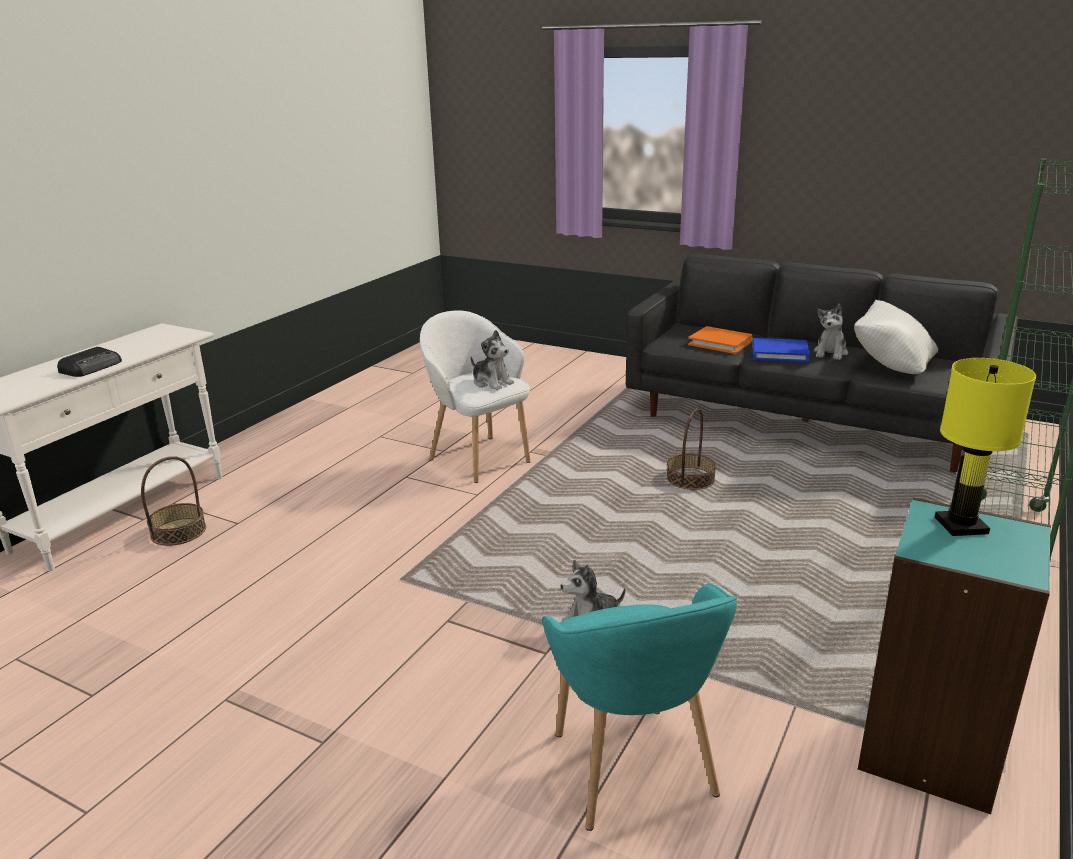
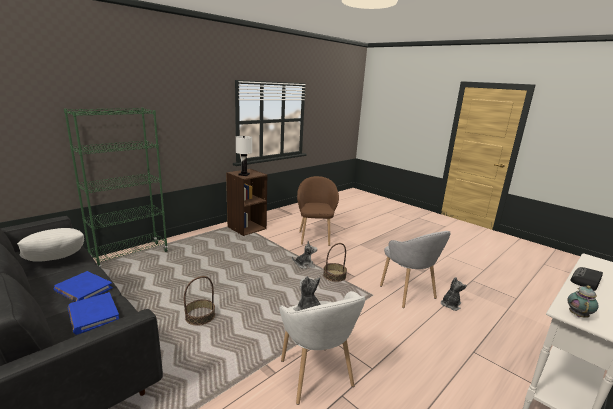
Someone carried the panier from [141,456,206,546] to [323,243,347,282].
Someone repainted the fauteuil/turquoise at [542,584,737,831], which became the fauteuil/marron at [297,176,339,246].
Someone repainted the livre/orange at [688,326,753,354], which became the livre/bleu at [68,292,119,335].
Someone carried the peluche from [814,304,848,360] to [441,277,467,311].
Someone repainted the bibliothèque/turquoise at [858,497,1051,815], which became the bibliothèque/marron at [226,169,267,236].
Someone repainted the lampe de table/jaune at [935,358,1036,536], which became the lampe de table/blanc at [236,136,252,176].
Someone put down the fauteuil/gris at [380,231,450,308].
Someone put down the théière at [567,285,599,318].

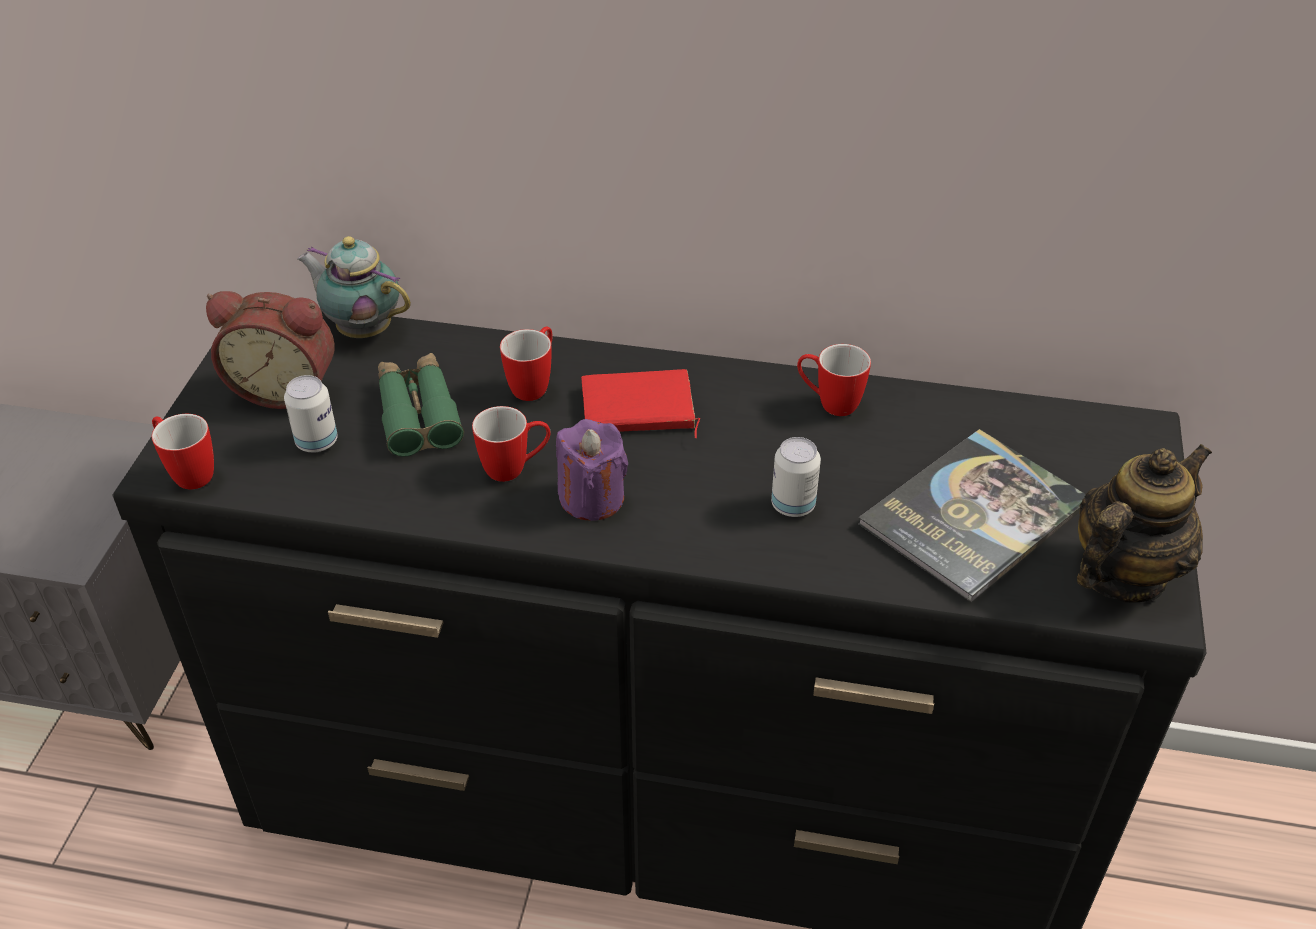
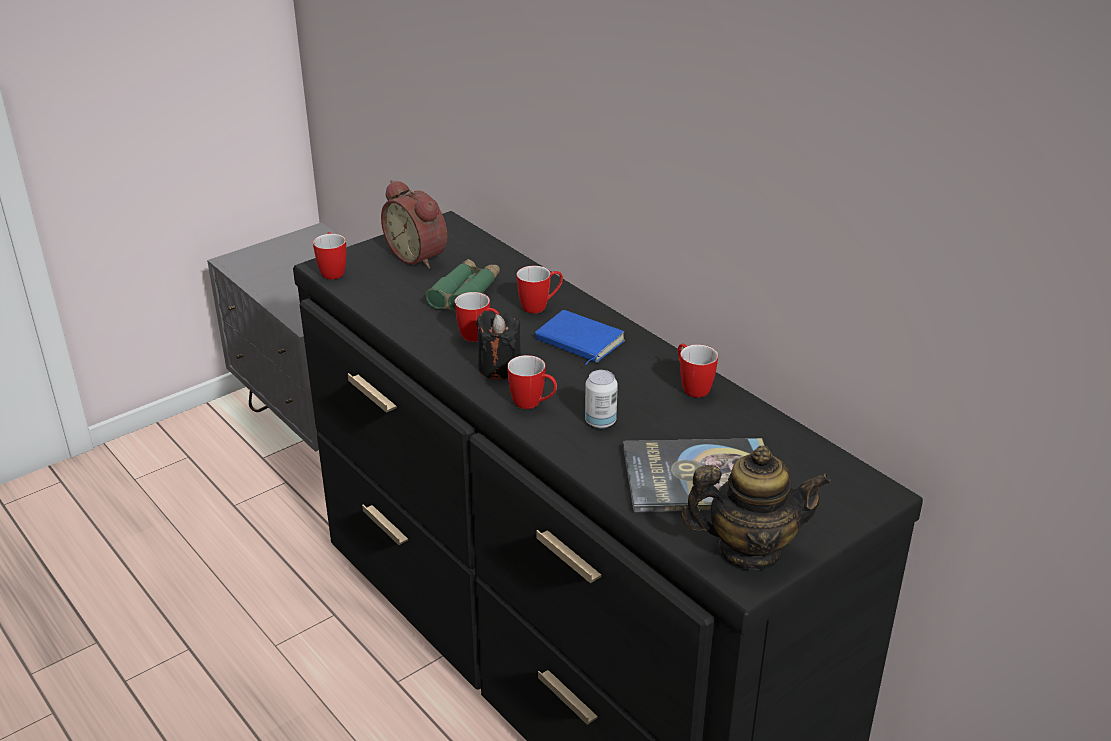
Someone took away the boîte métallique at [284,375,338,452].
Someone took away the théière at [297,236,411,338].
Someone repainted the bougie/violet at [556,419,628,521], which became the bougie/noir at [476,311,521,380].
Someone repainted the livre/rouge at [581,369,700,438], which became the livre/bleu at [535,310,625,365].
Someone put down the mug at [507,355,557,409].

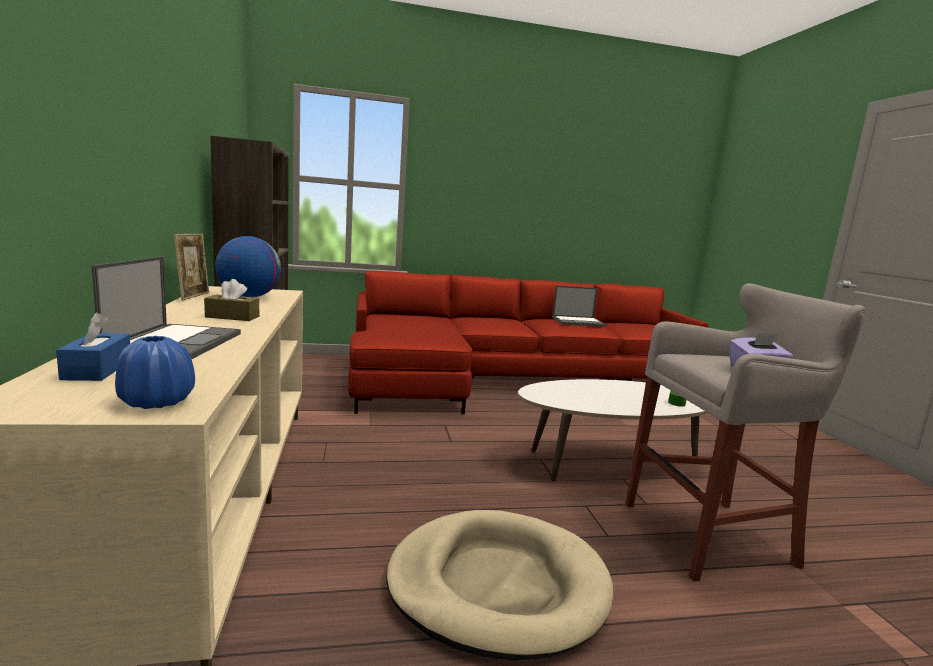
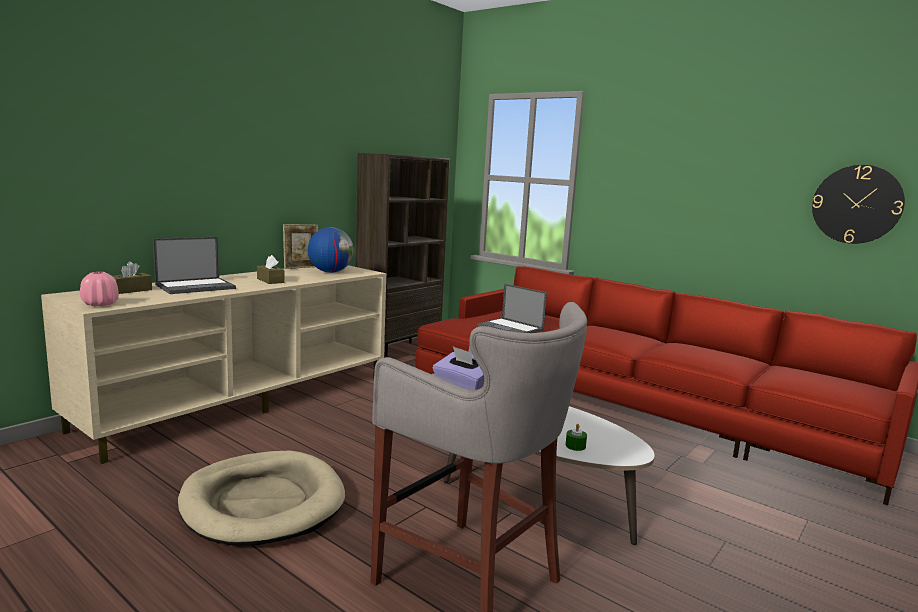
Someone repainted the boîte à mouchoirs/bleu at [56,313,130,381], which became the boîte à mouchoirs/marron at [113,261,152,294].
Someone repainted the vase/bleu at [115,336,195,409], which became the vase/rose at [80,272,119,306].
Someone carried the ordinateur portable from [552,285,606,327] to [477,284,547,333].
Someone put up the horloge murale at [812,165,905,244].

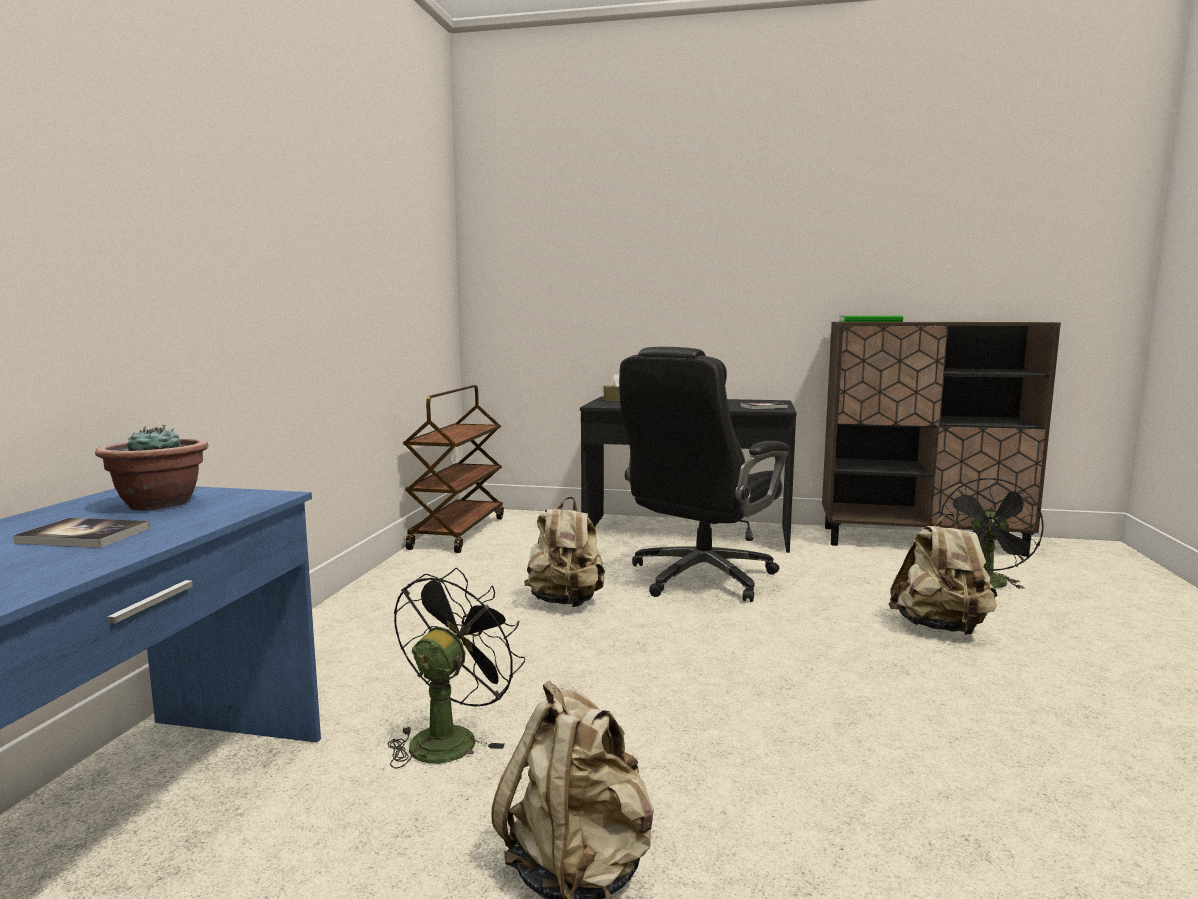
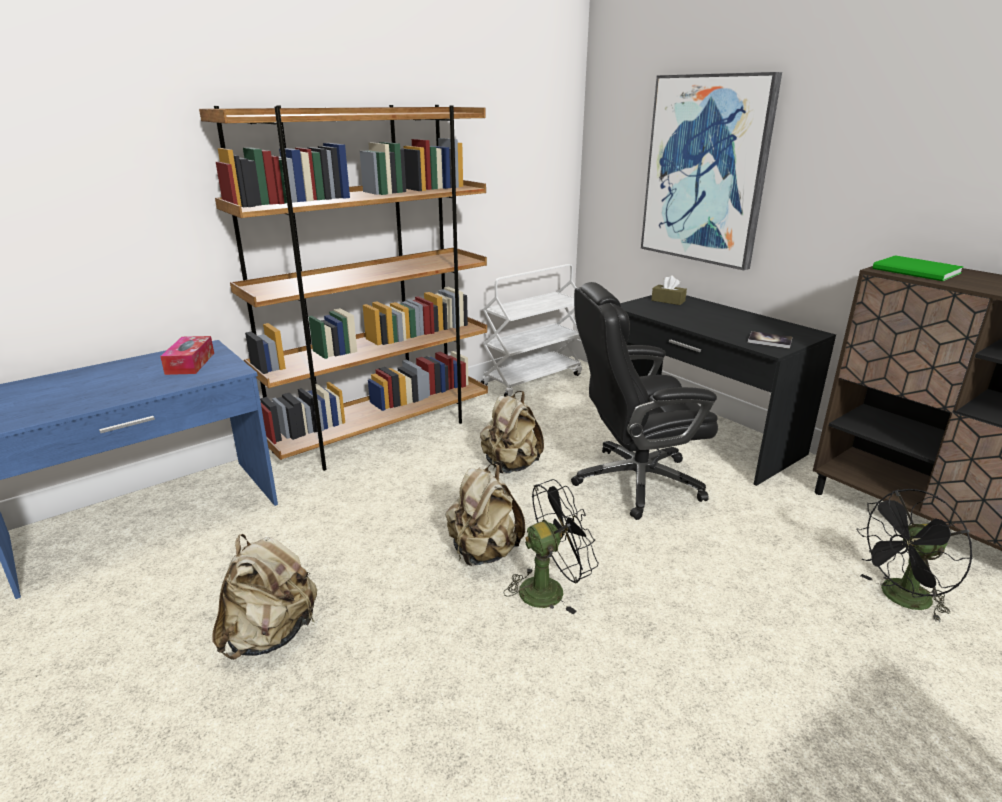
Someone took away the livre at [13,518,150,548].
Someone swapped the plante en pot at [95,425,208,511] for the boîte à mouchoirs at [160,336,214,375].
Someone carried the ventilateur/noir from [388,567,525,769] to [504,479,598,614].
Someone repainted the chariot/marron at [403,385,504,553], which became the chariot/blanc at [481,264,582,396].
Someone carried the sac à dos/beige from [888,513,998,635] to [445,464,525,566].
Someone put down the bibliothèque/marron at [199,105,488,471].
Someone put up the tableau at [641,72,782,270].

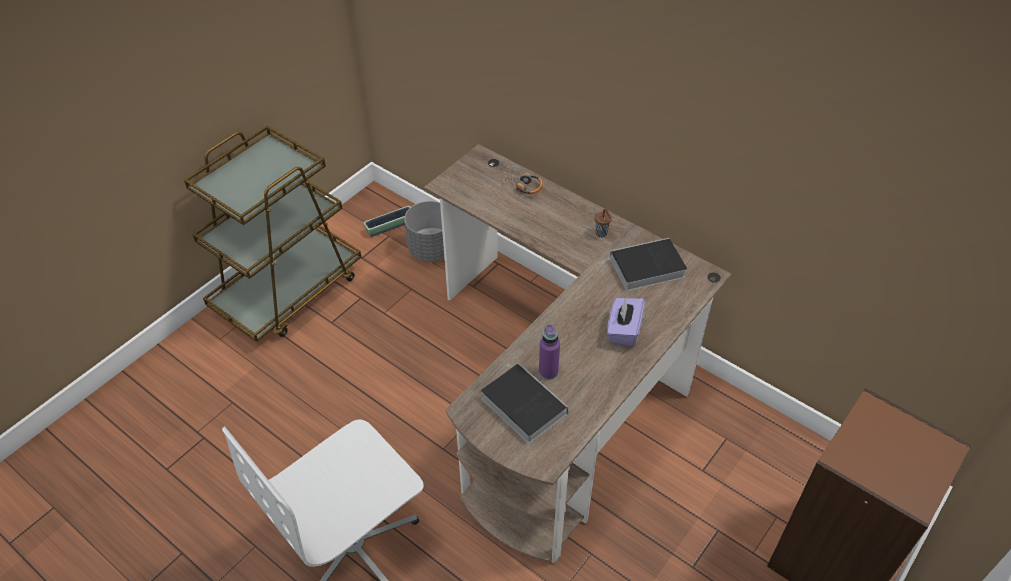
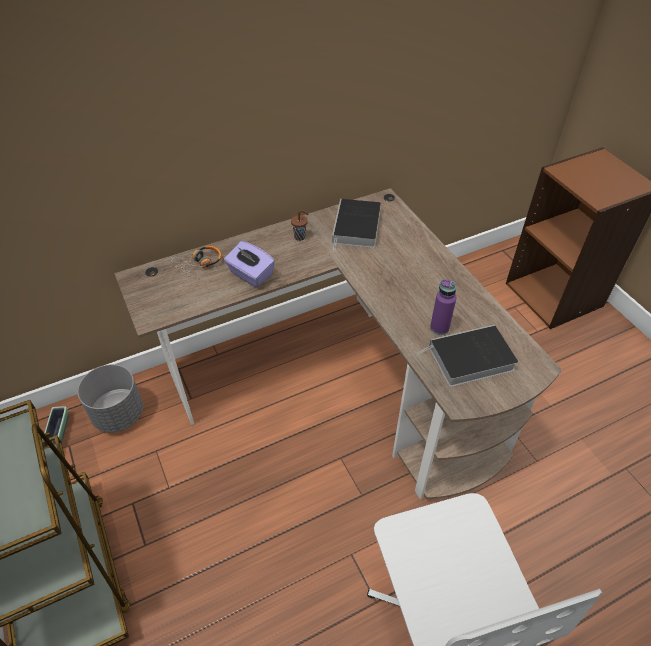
Someone carried the boîte à mouchoirs/violet from [607,298,645,347] to [224,241,275,287].

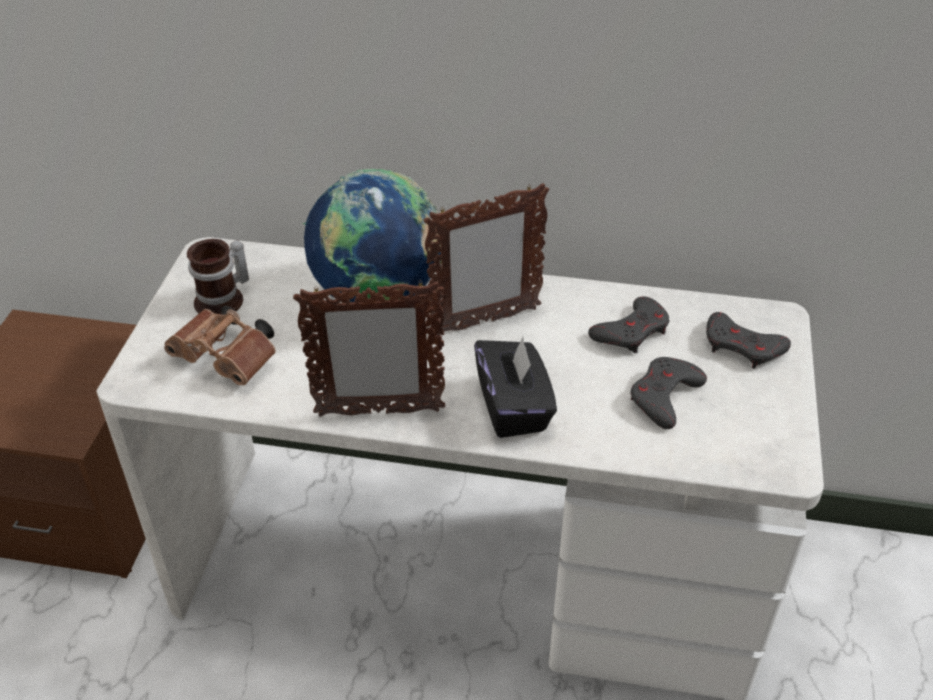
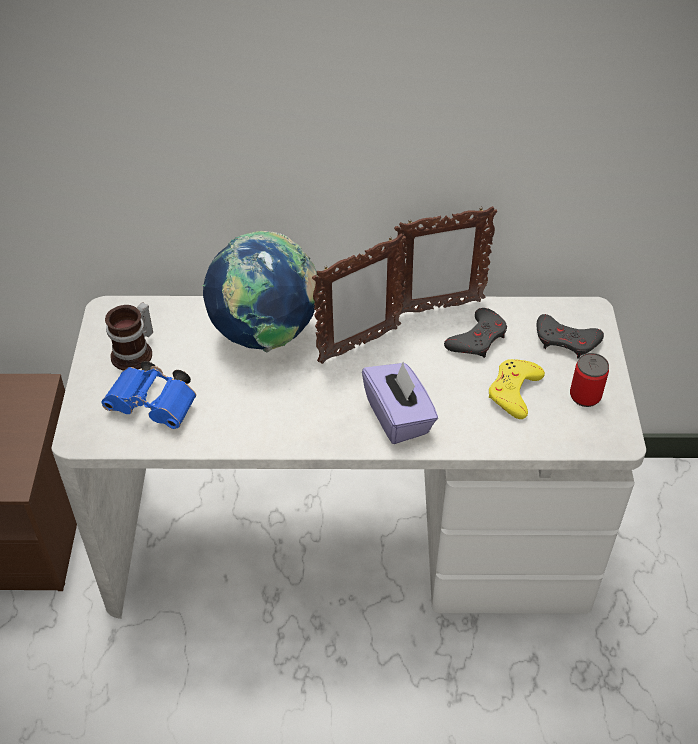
Someone repainted the jumelles/marron at [164,305,276,385], which became the jumelles/bleu at [102,361,196,429].
Someone carried the cadre photo from [293,280,445,417] to [394,206,497,314].
Someone repainted the boîte à mouchoirs/noir at [474,337,557,438], which became the boîte à mouchoirs/violet at [362,362,438,444].
Someone repainted the manette/gris at [631,357,707,429], which became the manette/jaune at [489,359,545,419].
Someone put down the boîte métallique at [570,353,609,407].

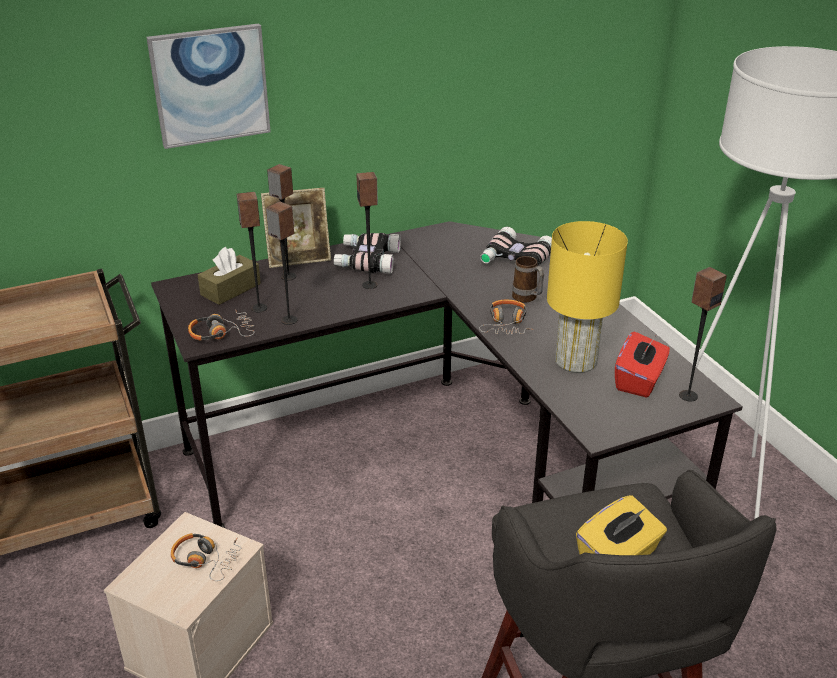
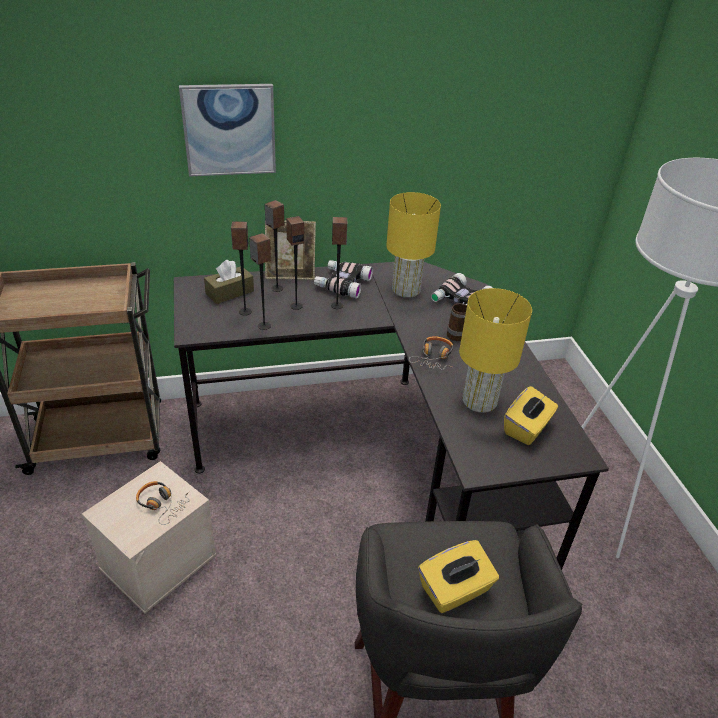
Someone took away the casque audio at [188,309,255,340].
Someone repainted the boîte à mouchoirs/rouge at [615,331,670,398], which became the boîte à mouchoirs/jaune at [504,386,558,445].
Someone carried the enceinte from [679,267,727,402] to [286,216,304,310].
Someone put down the lampe de table/jaune at [386,192,441,298].

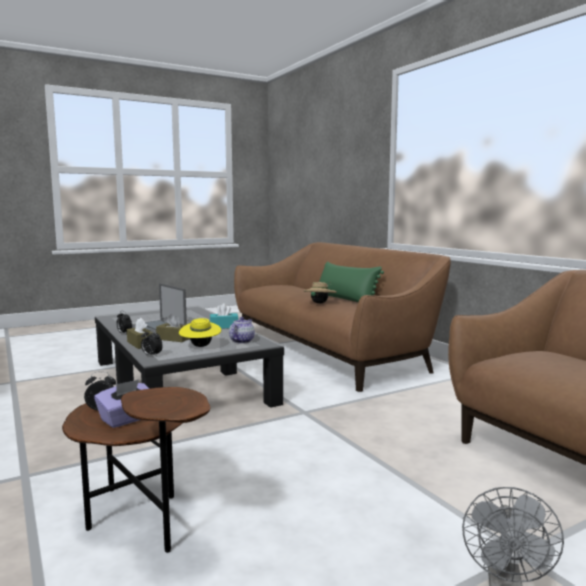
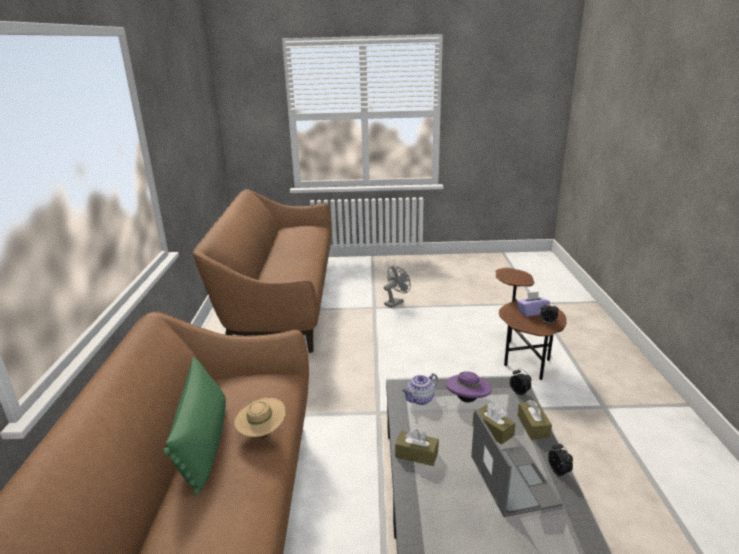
Someone repainted the chapeau/jaune at [179,318,221,347], which became the chapeau/violet at [446,371,492,402].
Someone repainted the boîte à mouchoirs/turquoise at [210,303,239,329], which became the boîte à mouchoirs/marron at [395,429,439,466].

